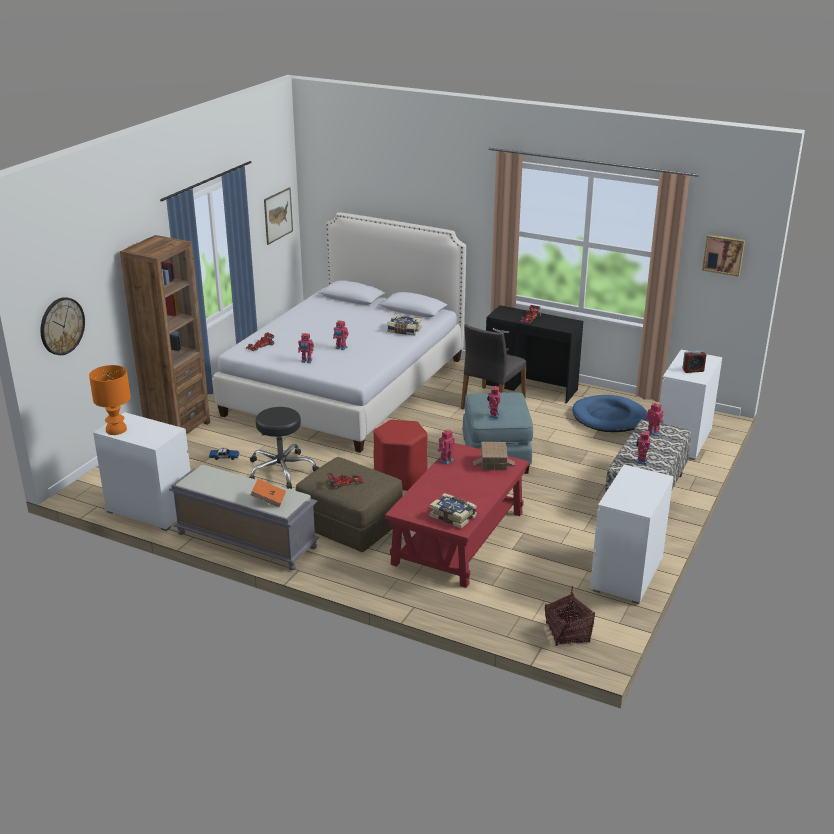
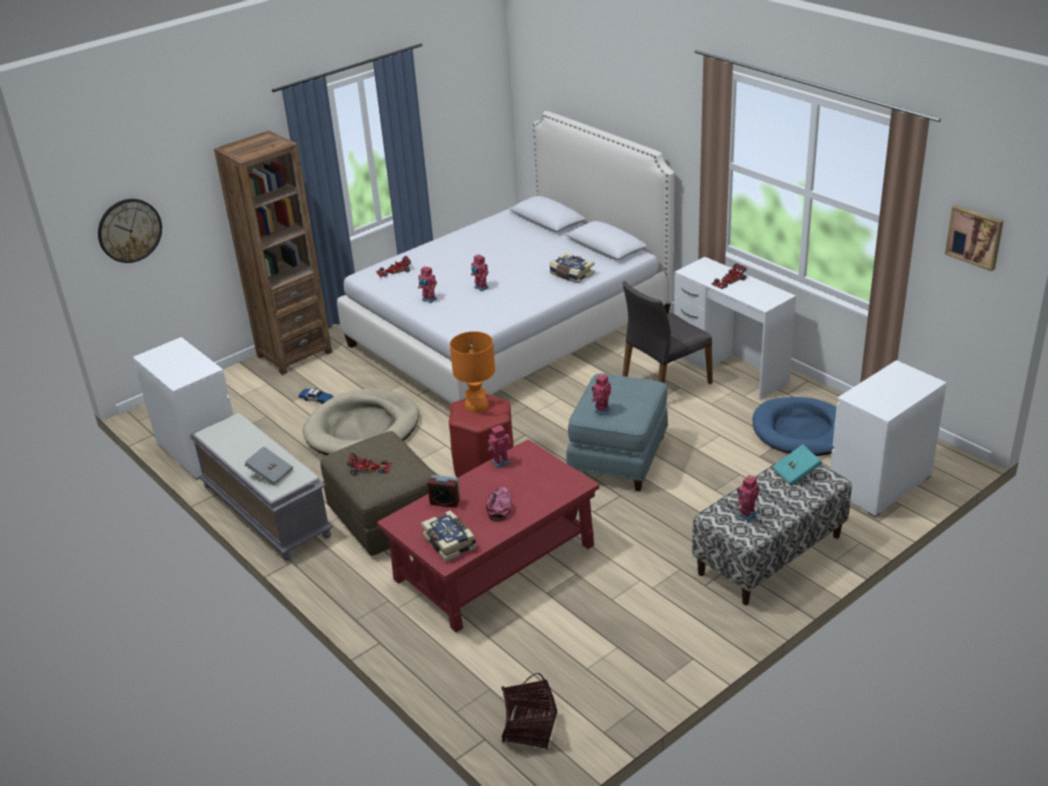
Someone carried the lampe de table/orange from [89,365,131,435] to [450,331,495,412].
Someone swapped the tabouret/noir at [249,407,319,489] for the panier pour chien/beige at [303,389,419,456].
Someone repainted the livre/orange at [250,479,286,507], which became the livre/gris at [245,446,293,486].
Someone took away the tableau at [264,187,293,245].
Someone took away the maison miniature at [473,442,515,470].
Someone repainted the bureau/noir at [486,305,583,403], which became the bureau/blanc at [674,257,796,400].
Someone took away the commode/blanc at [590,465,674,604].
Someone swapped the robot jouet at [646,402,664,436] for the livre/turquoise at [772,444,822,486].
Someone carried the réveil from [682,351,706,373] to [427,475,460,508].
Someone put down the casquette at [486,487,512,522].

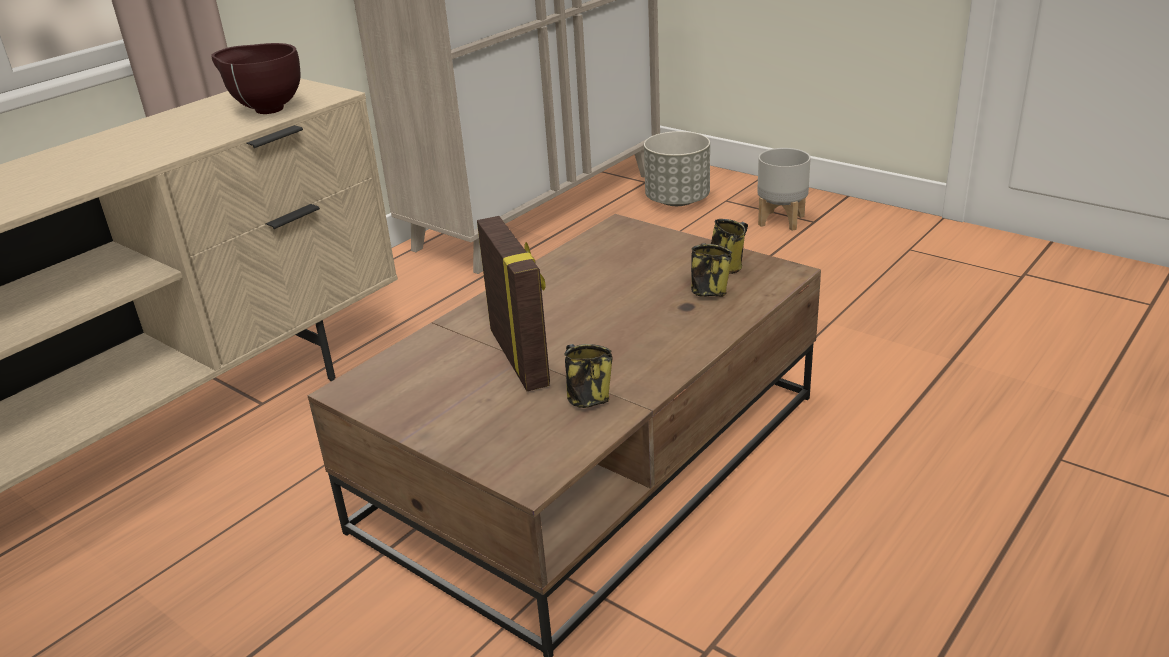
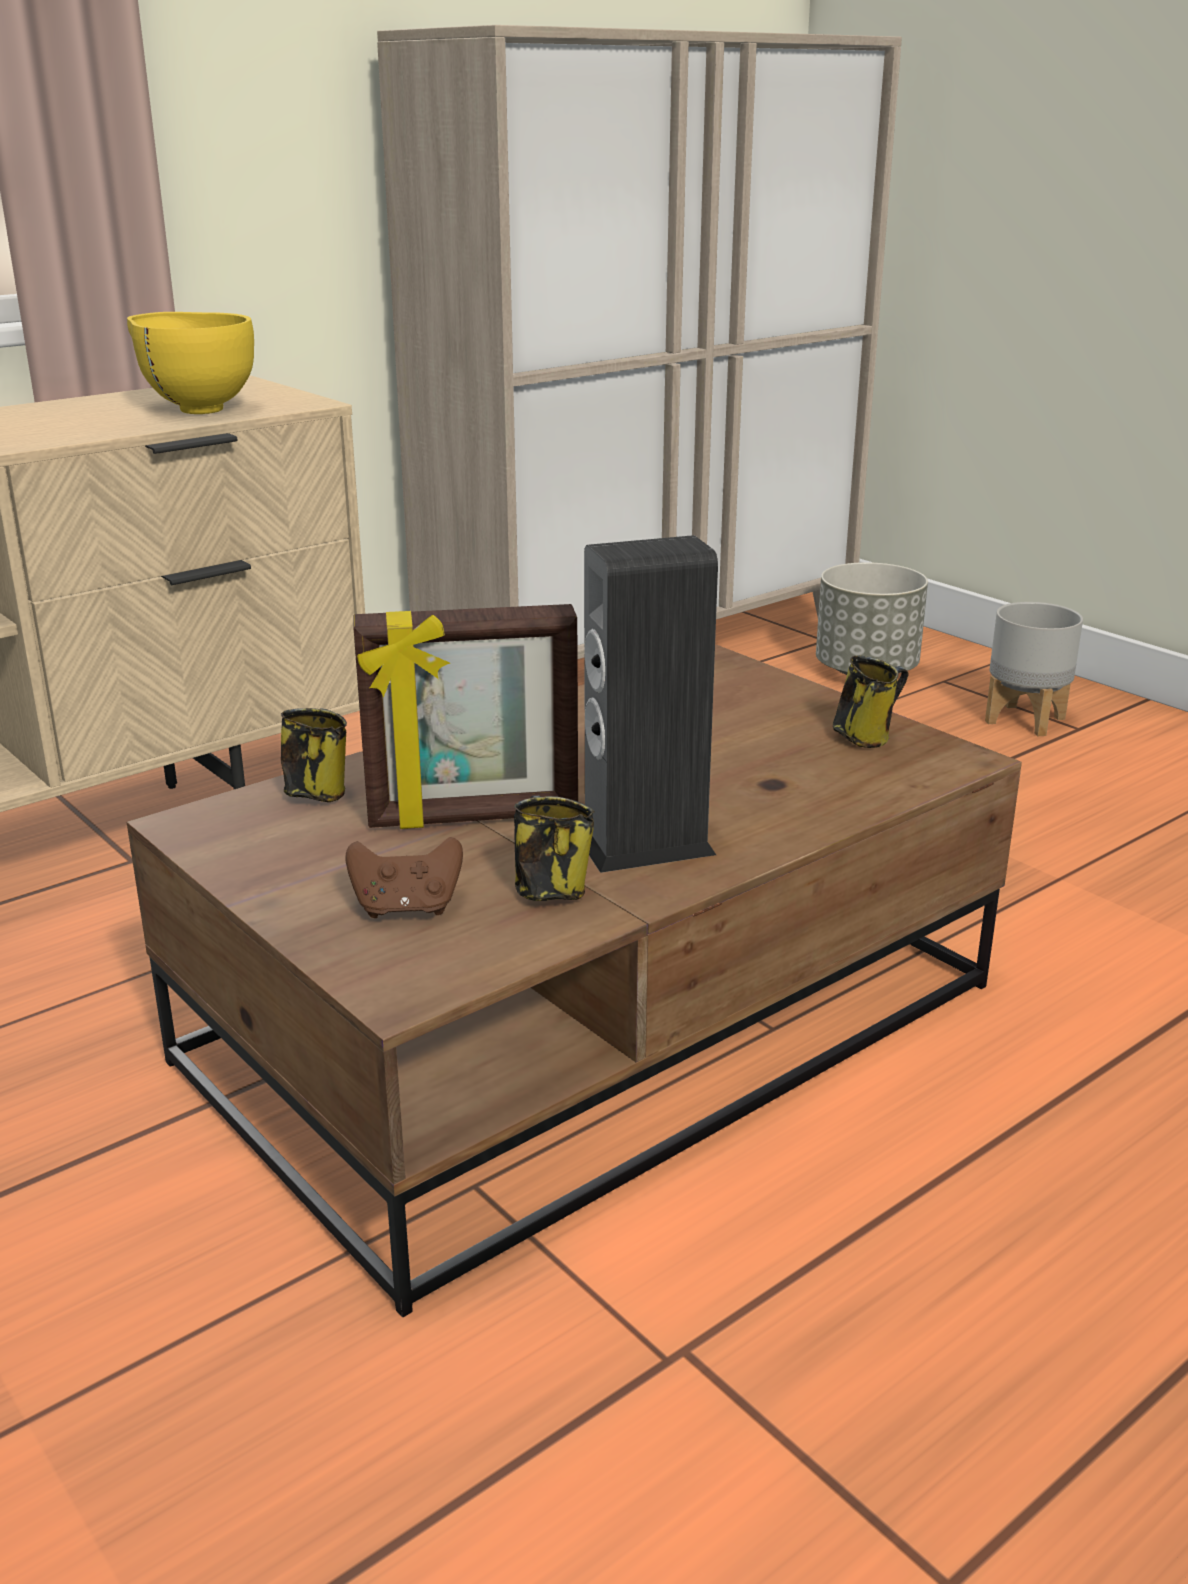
Someone repainted the bol/marron at [211,43,300,114], which became the bol/jaune at [127,312,254,414].
Someone rotated the cadre photo at [477,216,550,391] by 90 degrees clockwise.
Someone carried the mug from [691,244,732,297] to [281,708,347,802].
Someone put down the manette/marron at [346,837,463,918].
Someone put down the enceinte at [584,535,718,873].

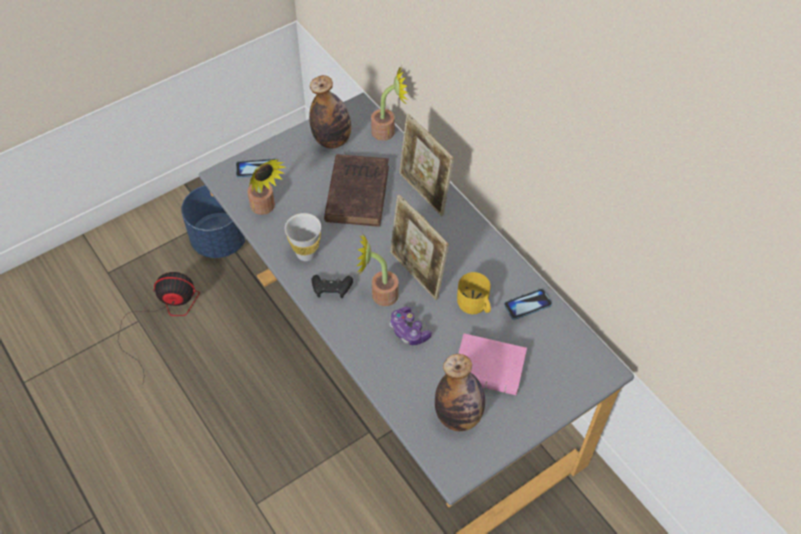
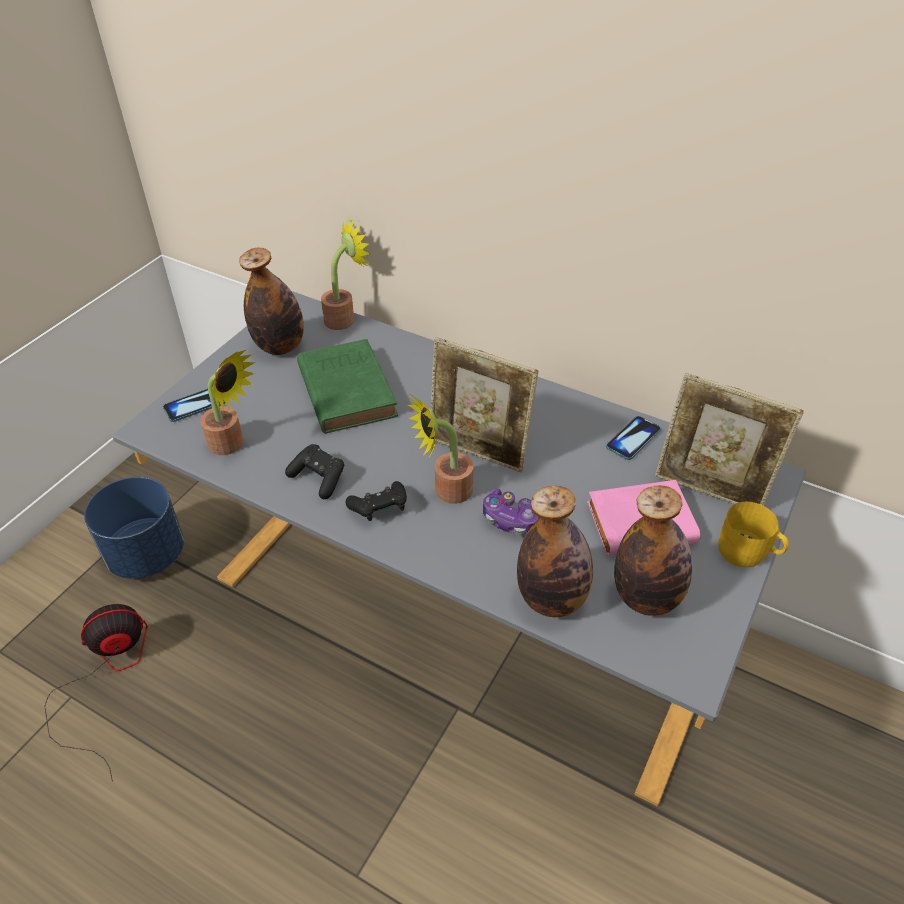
Someone swapped the tasse/blanc at [285,213,321,261] for the manette/noir at [285,444,344,499].
Someone repainted the livre/marron at [324,154,389,227], which became the livre/vert at [297,339,398,434].
Someone carried the cadre photo from [399,114,454,216] to [655,373,804,506].
Someone carried the mug/jaune from [457,272,491,314] to [718,502,789,568].
Someone put down the bouteille at [517,486,593,617].

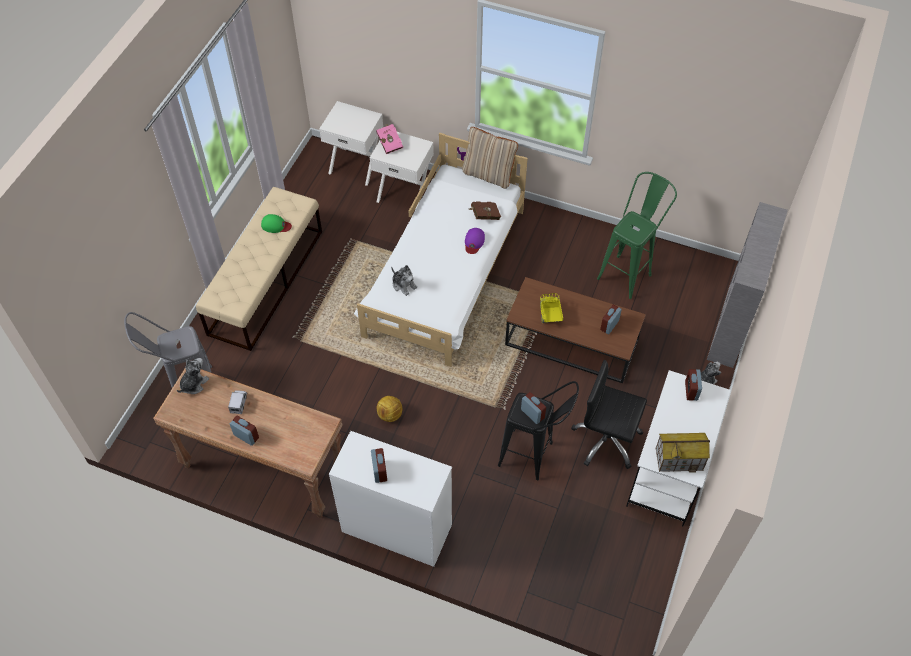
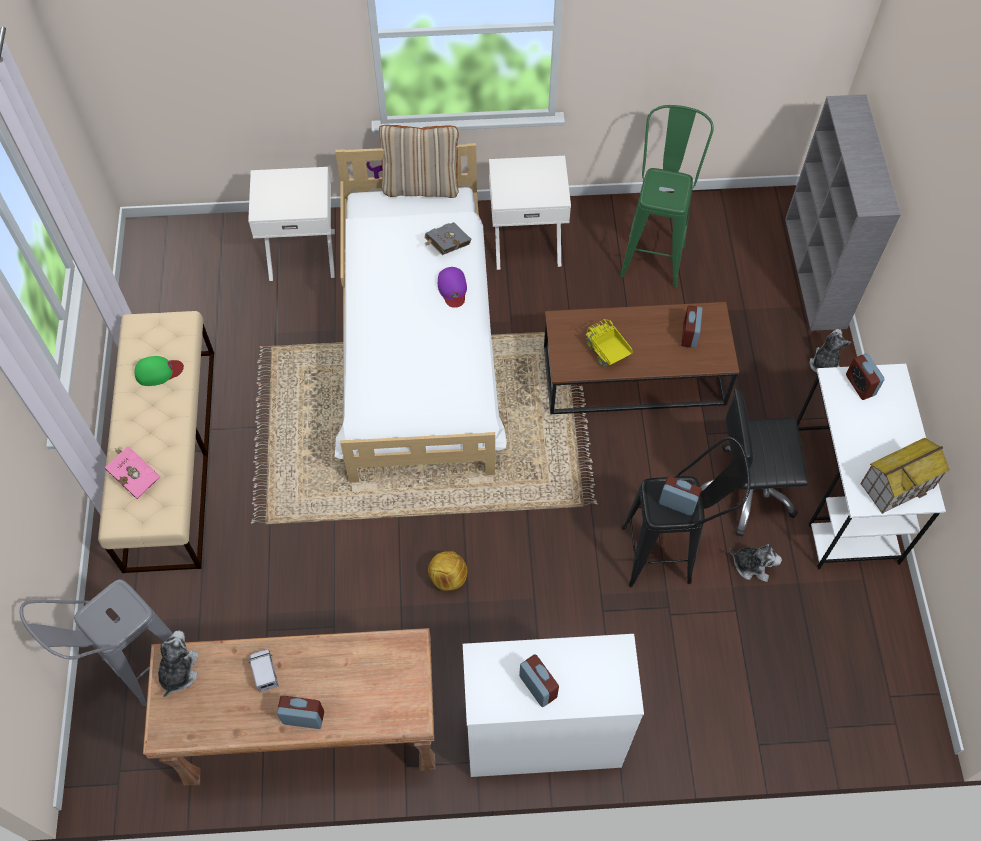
Someone carried the table de chevet/blanc from [319,101,383,186] to [489,156,571,270].
Someone carried the livre/rose from [376,124,403,154] to [105,446,160,500].
Someone carried the peluche from [391,265,417,296] to [729,544,782,582].
Someone repainted the livre/marron at [469,201,501,220], which became the livre/gris at [425,222,472,255].

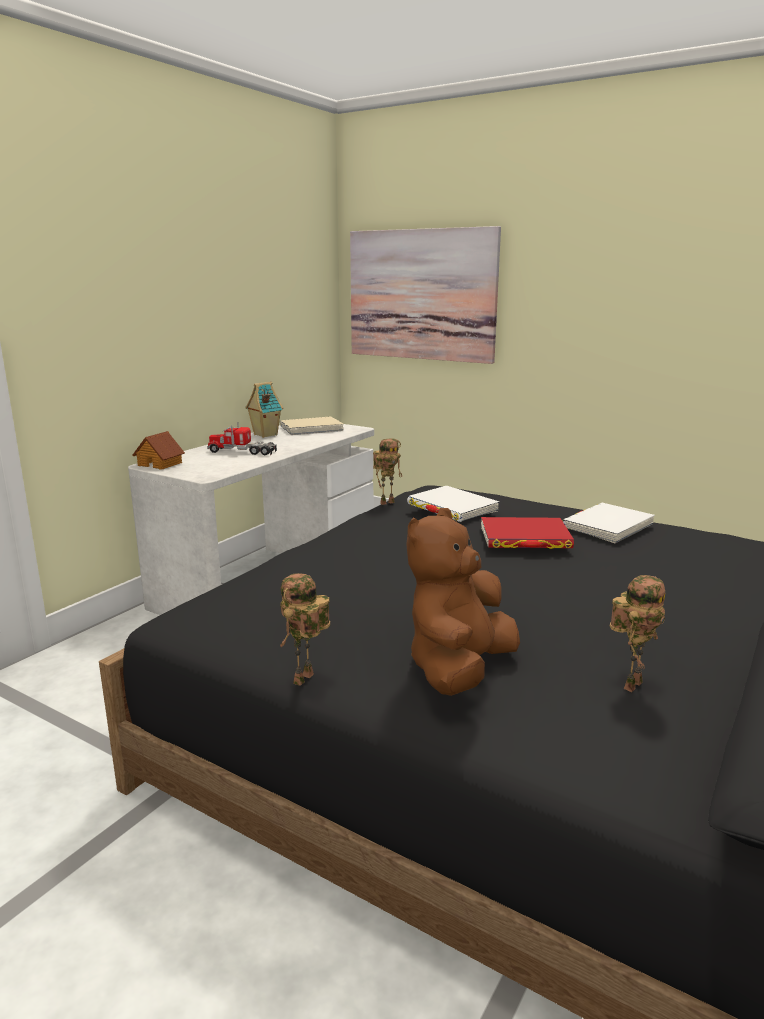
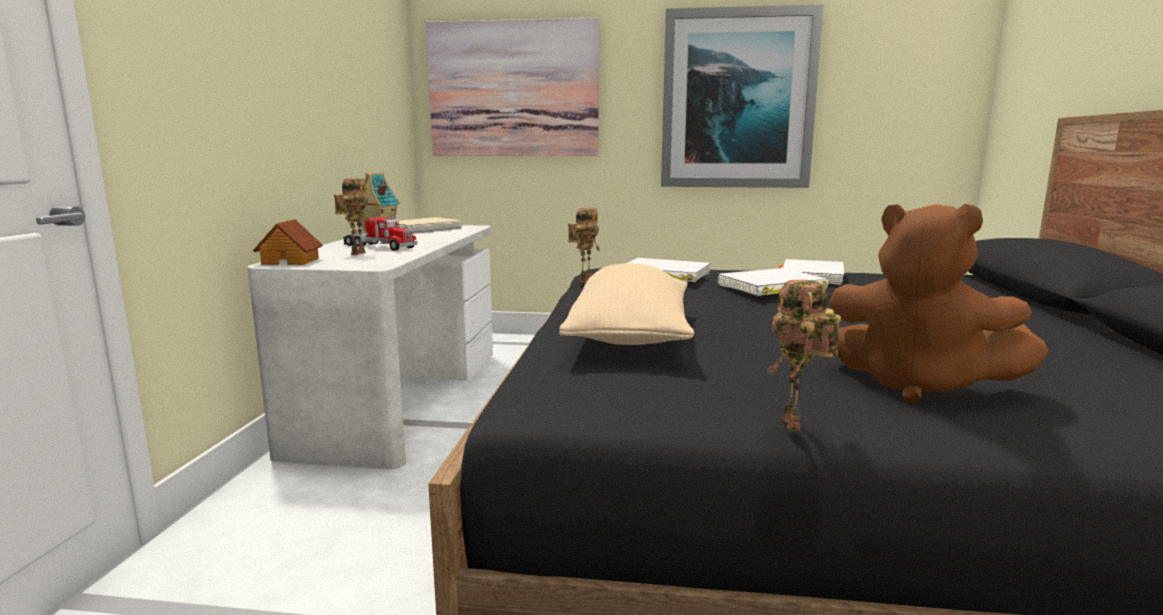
Someone rotated the camion jouet at [207,422,277,455] by 135 degrees counterclockwise.
Someone rotated the peluche/marron at [406,508,520,696] by 60 degrees counterclockwise.
Someone repainted the livre/rouge at [481,517,574,549], which became the livre/blanc at [717,268,828,296].
Someone carried the robot jouet from [609,575,665,692] to [334,177,371,255].
Someone put down the coussin/beige at [559,263,694,345].
Someone put up the tableau at [661,4,824,188].

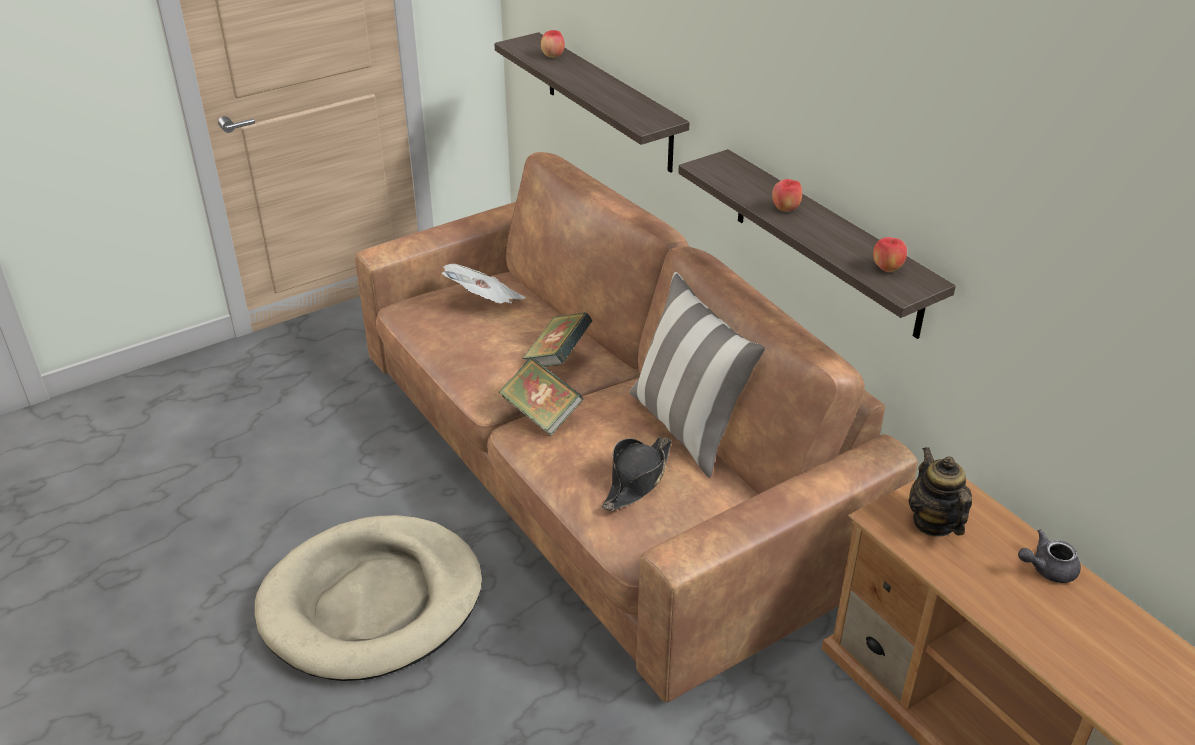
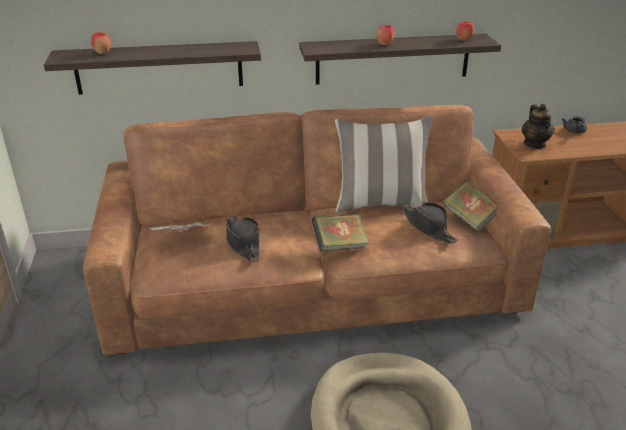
Someone carried the livre from [522,312,592,367] to [444,181,498,232].
Someone rotated the théière at [908,447,972,537] by 105 degrees counterclockwise.
Someone put down the chapeau/noir at [226,216,260,262].

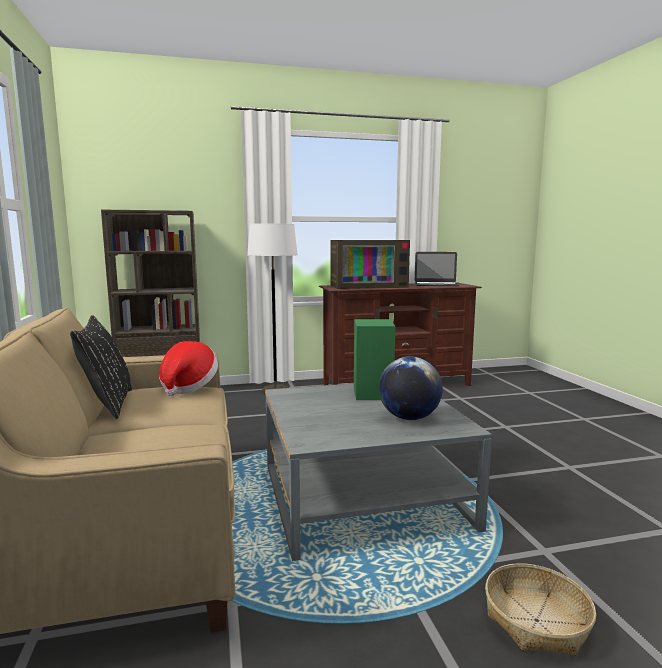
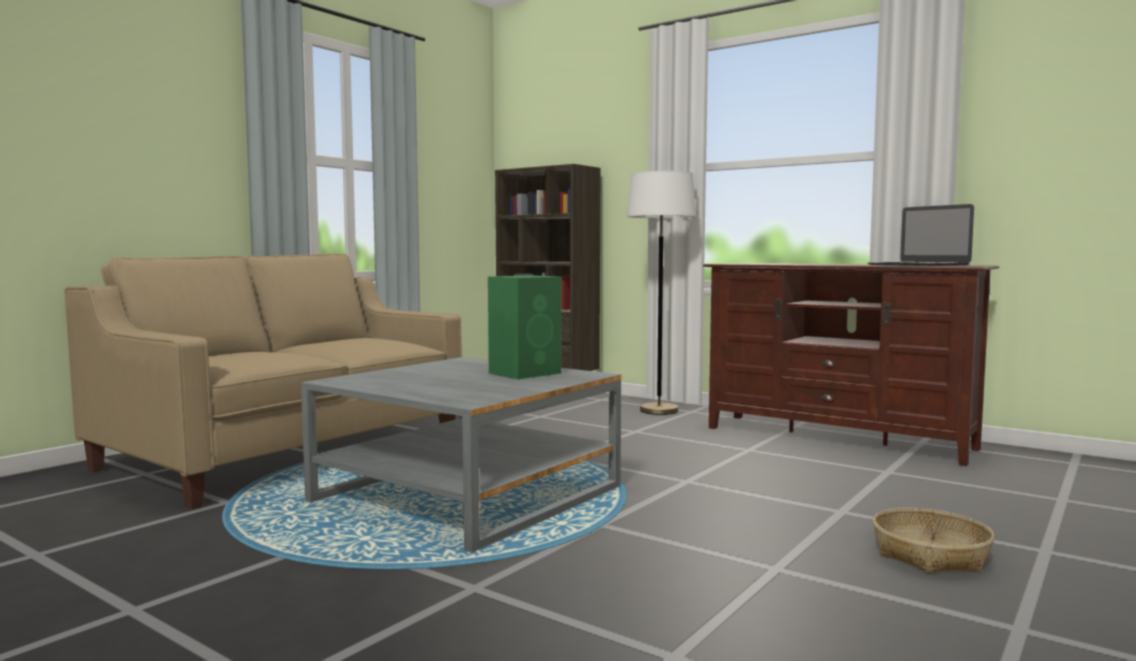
Someone took away the coussin/noir at [70,315,132,419].
Someone took away the chapeau at [159,341,218,396].
Someone took away the téléviseur at [330,240,410,289].
Someone took away the globe at [379,356,443,420].
Someone carried the panier from [485,563,596,656] to [873,508,995,573].

